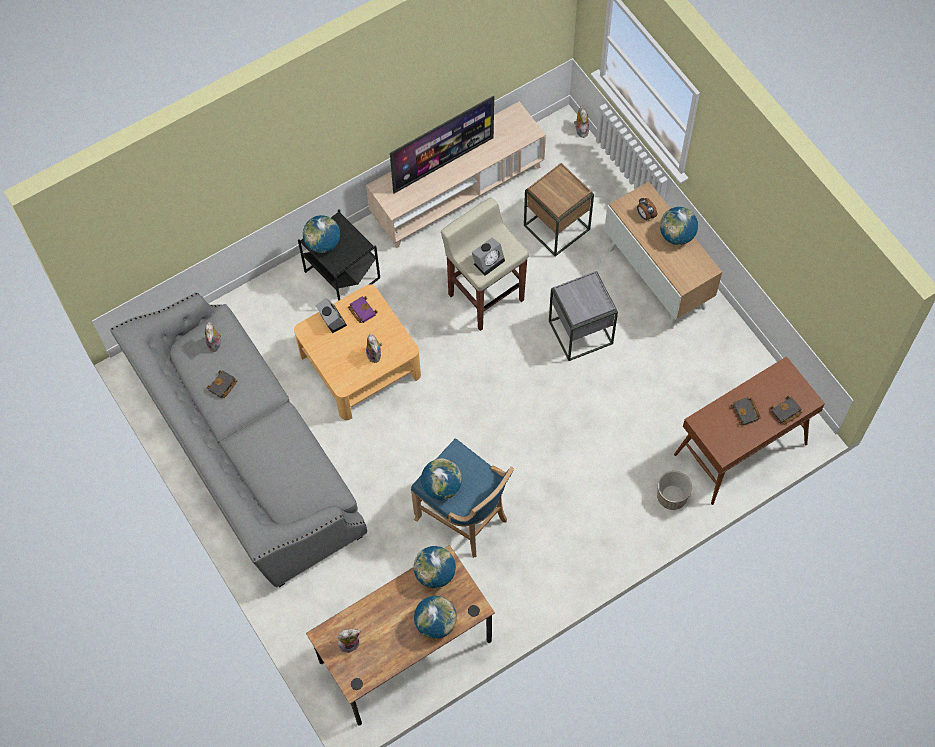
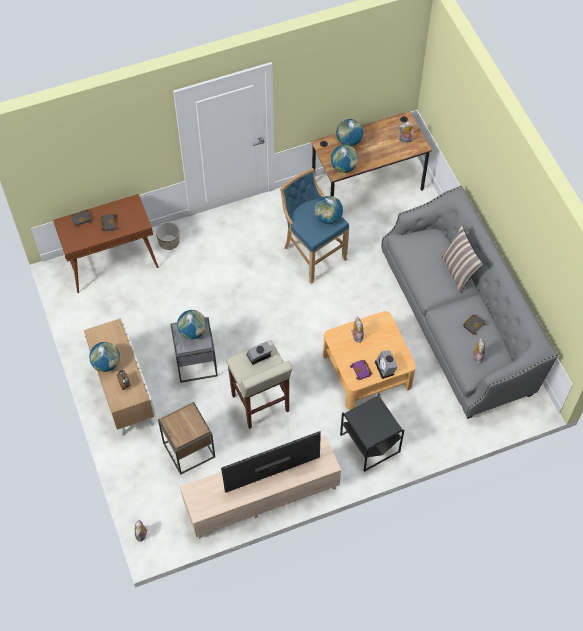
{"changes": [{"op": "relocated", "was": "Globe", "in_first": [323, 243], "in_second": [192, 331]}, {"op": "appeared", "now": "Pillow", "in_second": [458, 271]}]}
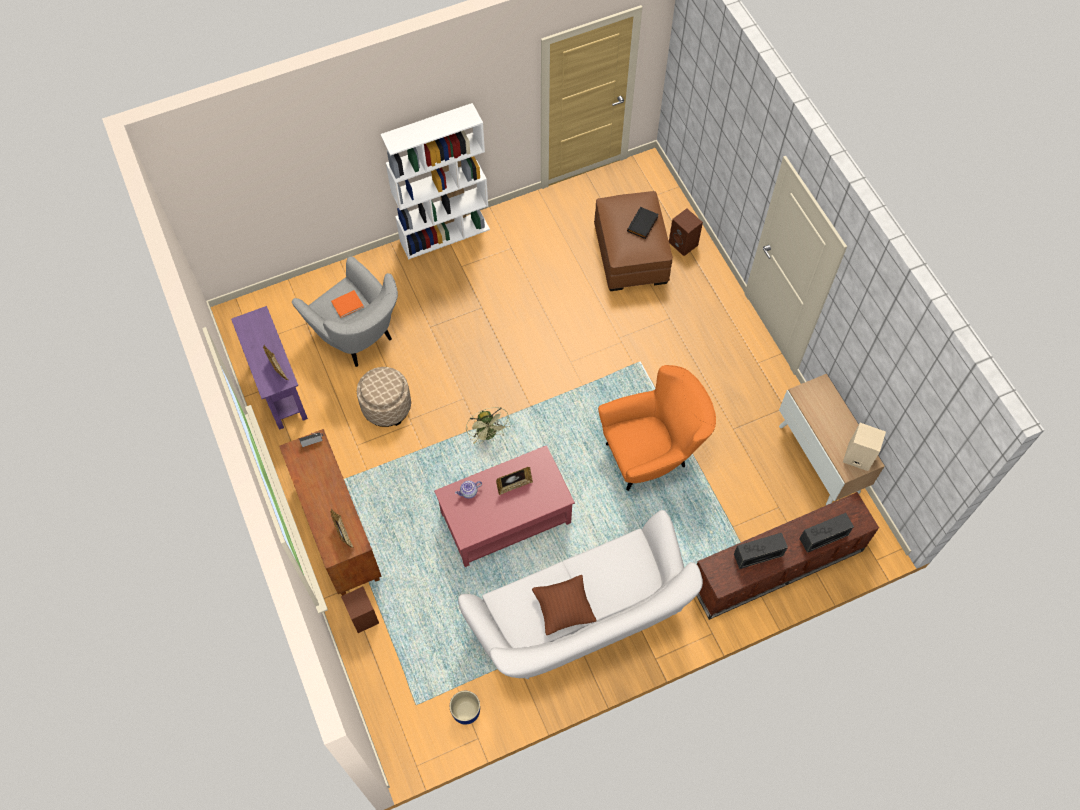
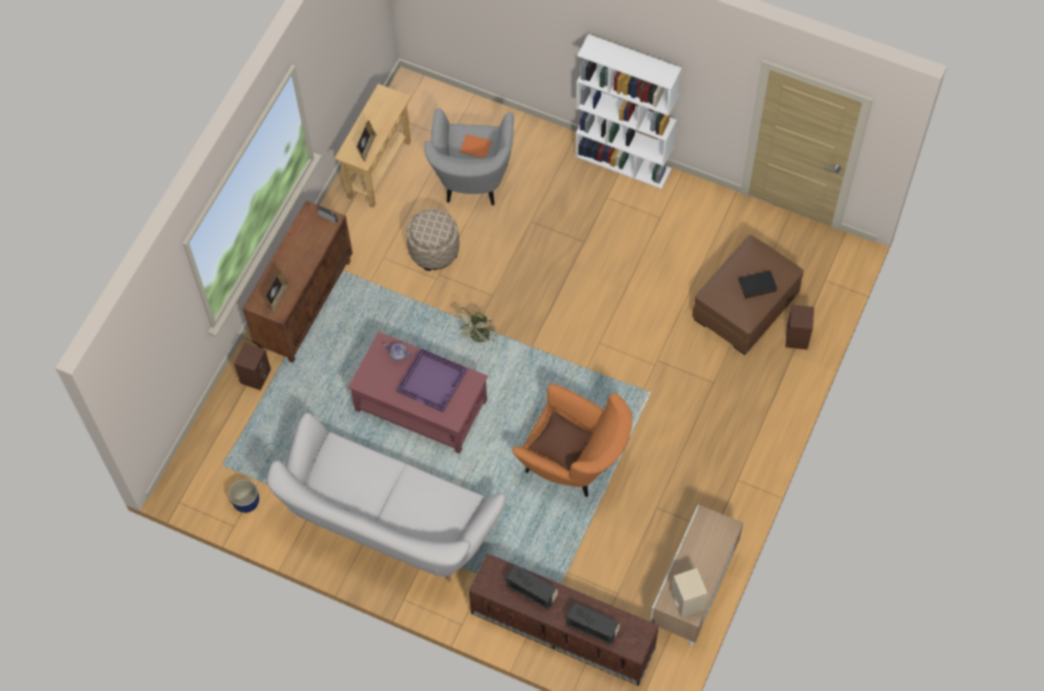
{"changes": [{"op": "colour", "was": "PurpleConsoleTable", "now": "BeigeConsoleTable", "in_first": [279, 389], "in_second": [379, 169]}, {"op": "exchanged", "was": "PictureFrame", "now": "PurpleTray", "in_first": [514, 485], "in_second": [432, 380]}, {"op": "relocated", "was": "BrownPillow", "in_first": [563, 609], "in_second": [562, 447]}]}
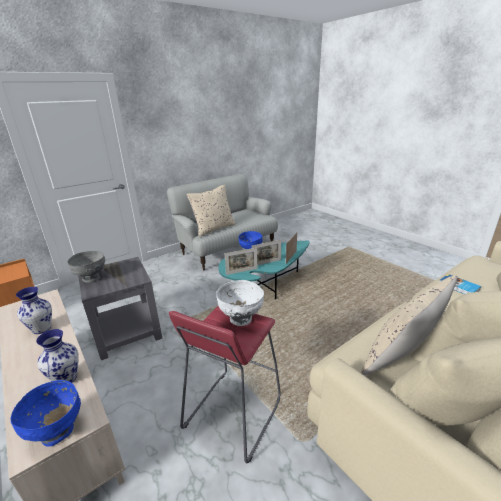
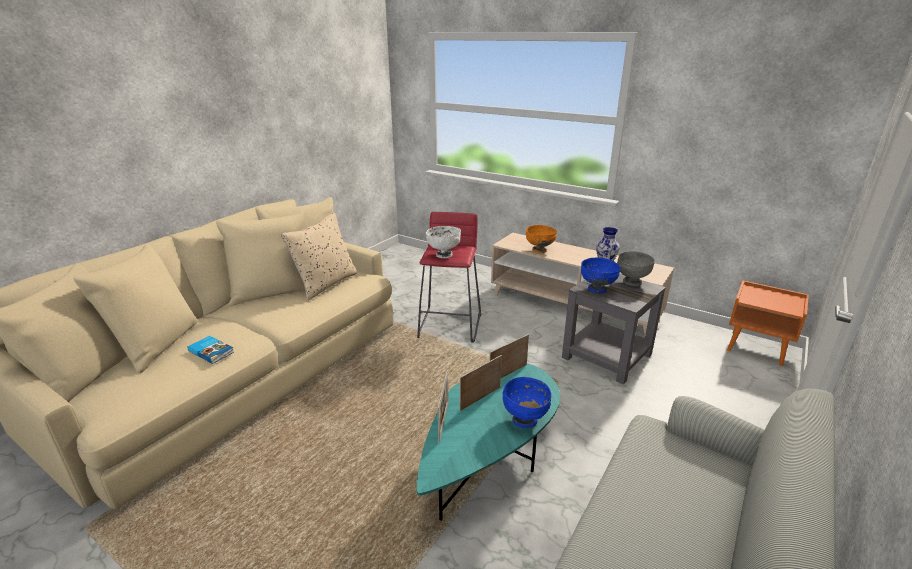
{"changes": [{"op": "relocated", "was": "BlueBowl", "in_first": [58, 432], "in_second": [597, 289]}, {"op": "exchanged", "was": "Vase", "now": "OrangeBowl", "in_first": [67, 378], "in_second": [539, 250]}, {"op": "missing", "was": "BeigePillow", "in_first": [213, 228]}]}
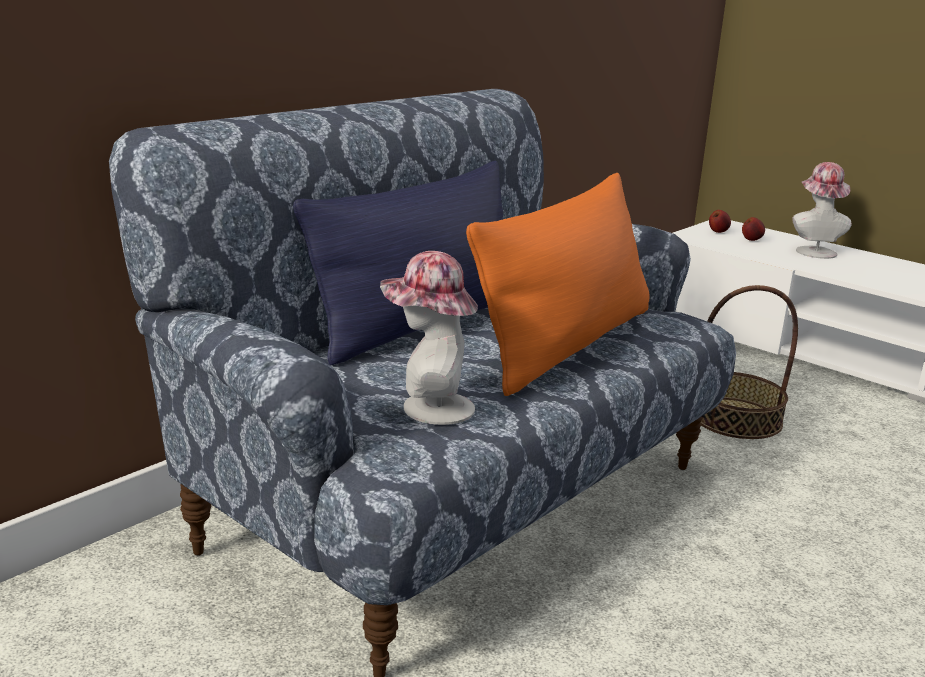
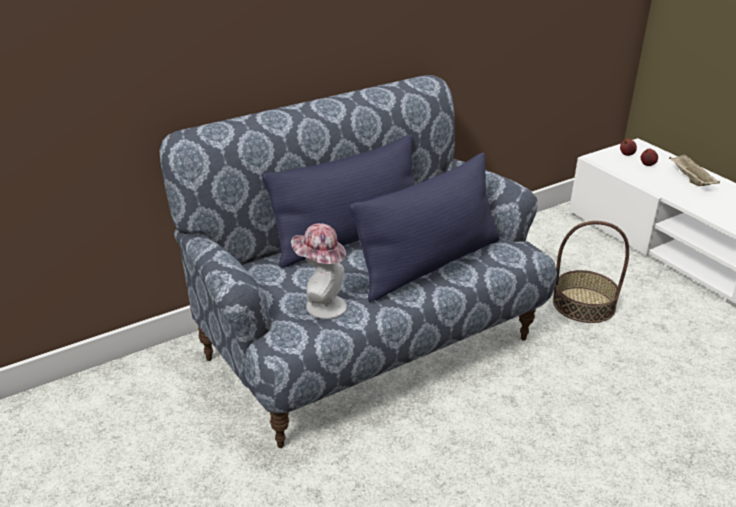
{"changes": [{"op": "colour", "was": "OrangePillow", "now": "BluePillow", "in_first": [565, 344], "in_second": [428, 264]}, {"op": "exchanged", "was": "Hat", "now": "BeigeTray", "in_first": [813, 251], "in_second": [690, 179]}]}
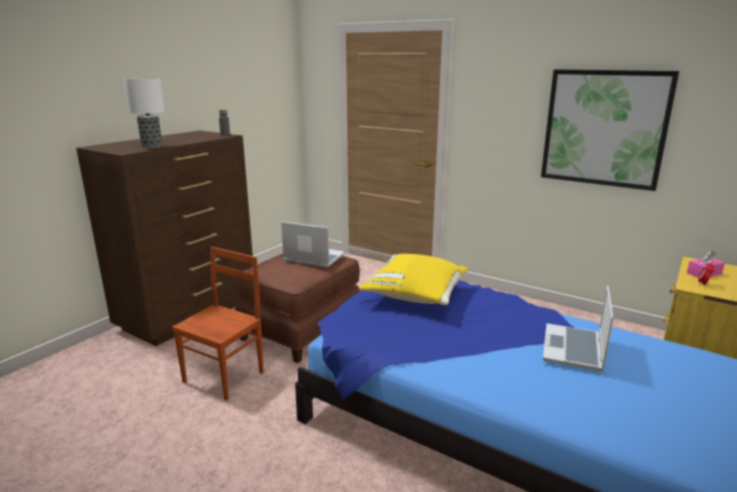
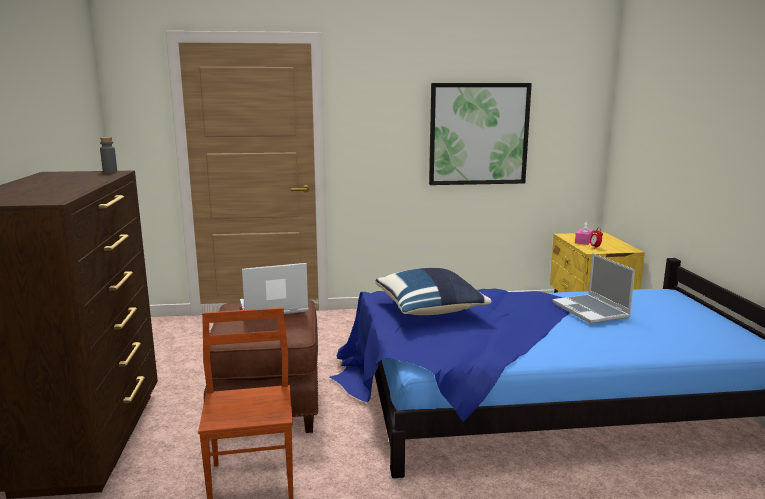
{"changes": [{"op": "missing", "was": "TableLamp", "in_first": [152, 146]}, {"op": "colour", "was": "YellowPillow", "now": "BluePillow", "in_first": [416, 296], "in_second": [430, 310]}]}
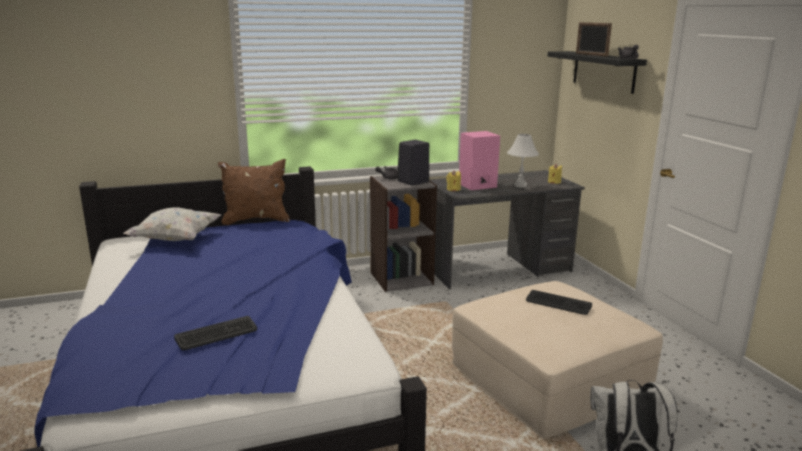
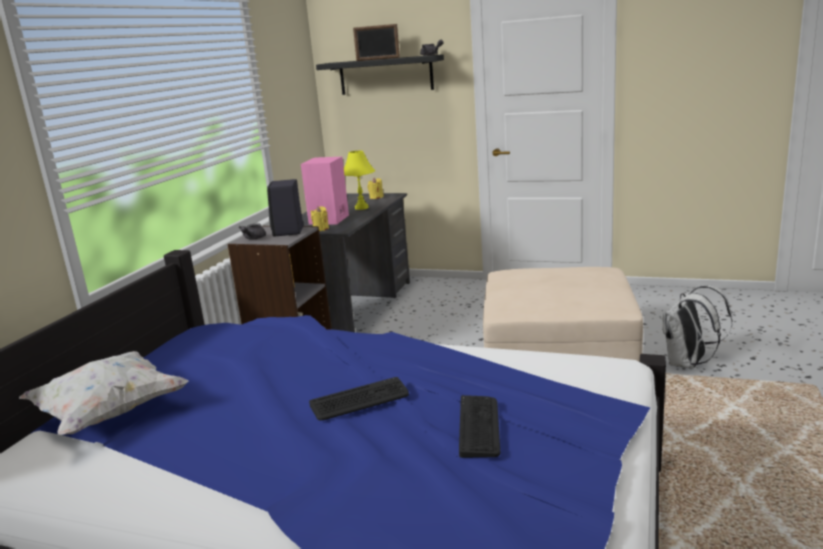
{"changes": [{"op": "missing", "was": "BrownPillow", "in_first": [256, 220]}, {"op": "colour", "was": "WhiteTableLamp", "now": "YellowTableLamp", "in_first": [520, 185], "in_second": [362, 208]}, {"op": "relocated", "was": "Keyboard", "in_first": [558, 303], "in_second": [360, 400]}]}
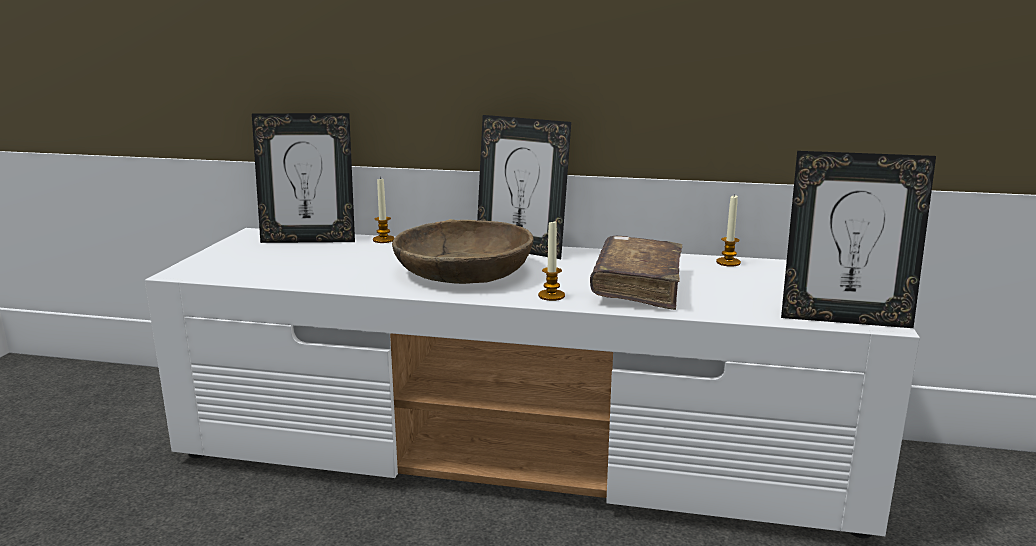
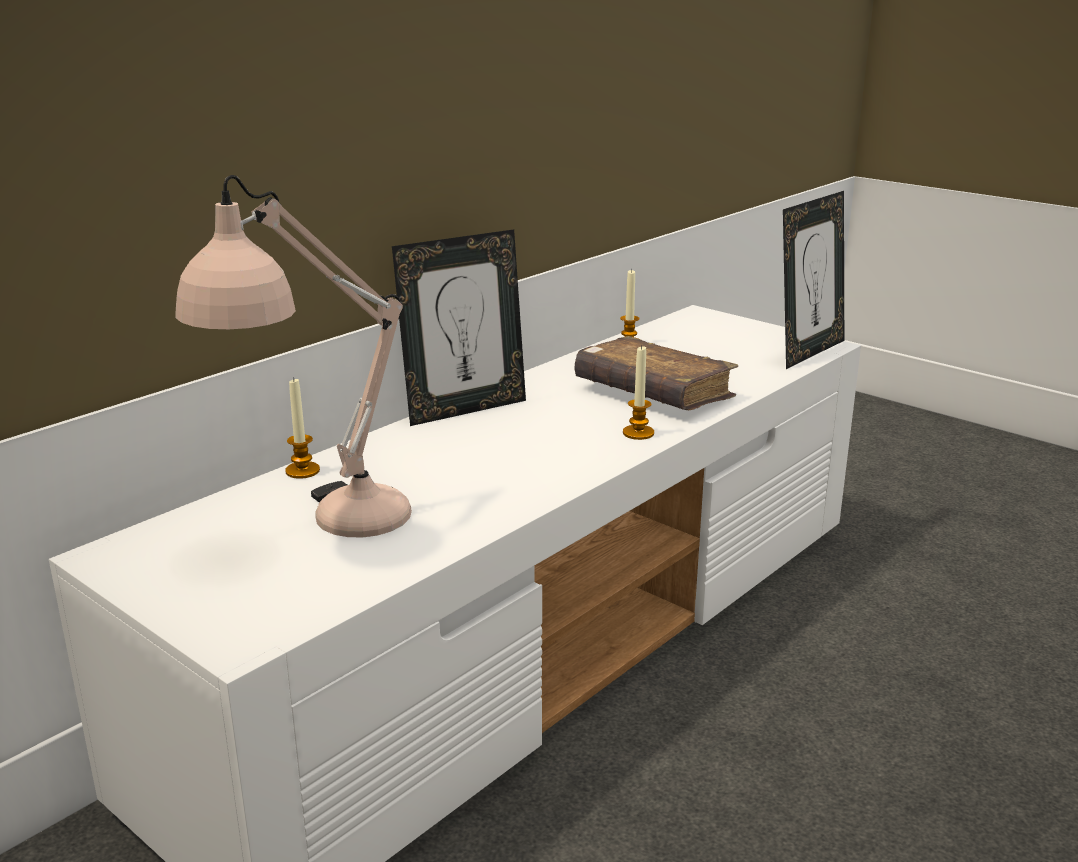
{"changes": [{"op": "missing", "was": "PictureFrame", "in_first": [309, 240]}, {"op": "missing", "was": "BrownBowl", "in_first": [463, 271]}, {"op": "appeared", "now": "BeigeTableLamp", "in_second": [316, 530]}]}
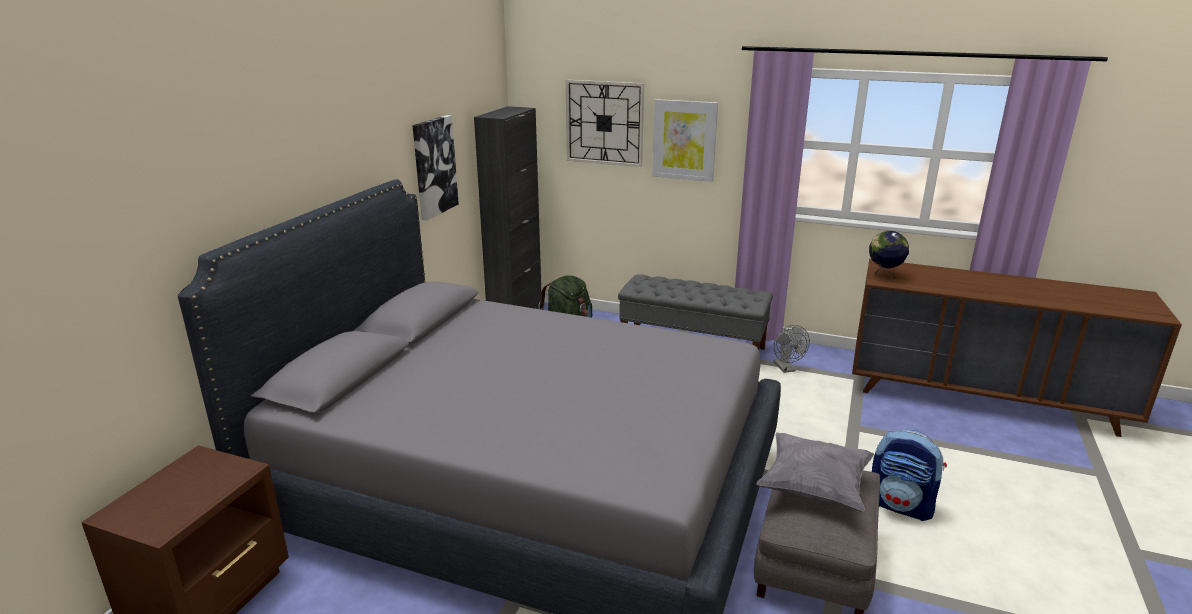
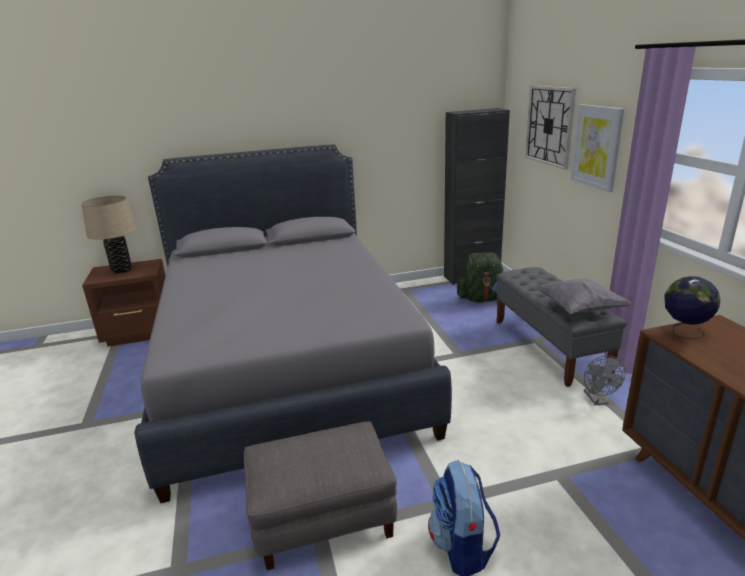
{"changes": [{"op": "missing", "was": "Picture", "in_first": [434, 166]}, {"op": "relocated", "was": "GreyPillow", "in_first": [814, 488], "in_second": [579, 309]}, {"op": "spun", "was": "GreyFan", "in_first": [786, 369], "in_second": [598, 400], "clockwise": -45}, {"op": "appeared", "now": "BeigeTableLamp", "in_second": [122, 270]}]}
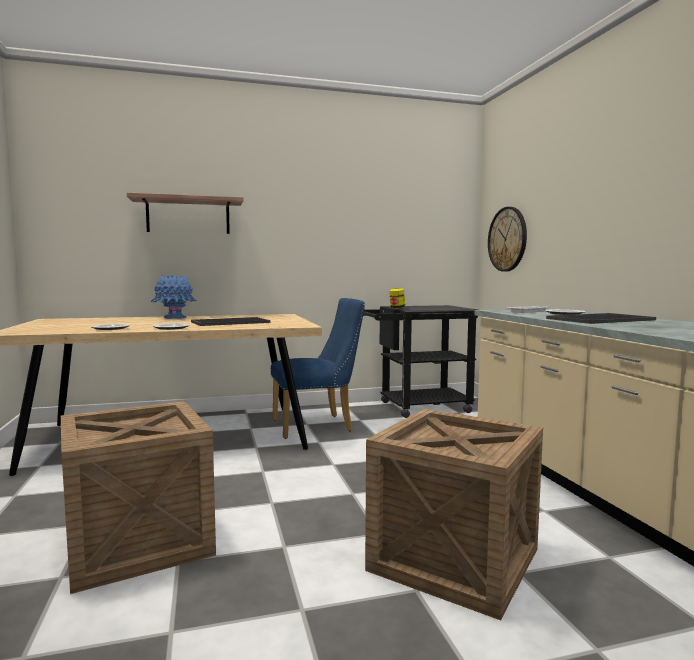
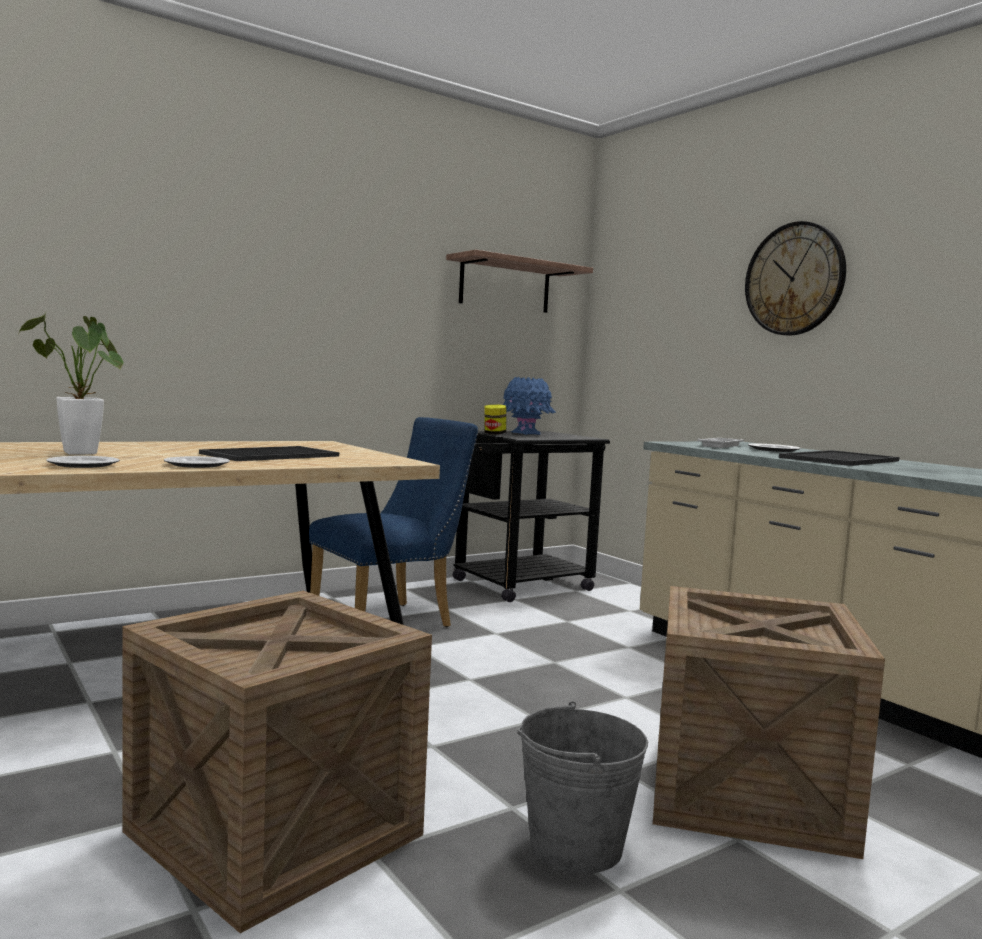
{"changes": [{"op": "relocated", "was": "Shelf", "in_first": [188, 216], "in_second": [505, 285]}, {"op": "relocated", "was": "BlueVase", "in_first": [174, 318], "in_second": [525, 434]}, {"op": "relocated", "was": "WallClock", "in_first": [507, 239], "in_second": [794, 279]}, {"op": "appeared", "now": "PottedPlant", "in_second": [81, 454]}, {"op": "appeared", "now": "GreyBucket", "in_second": [575, 846]}]}
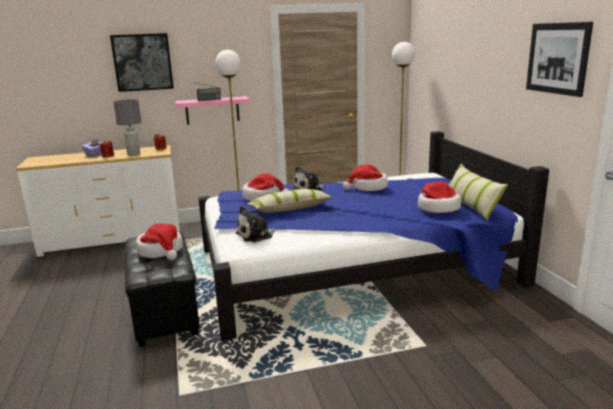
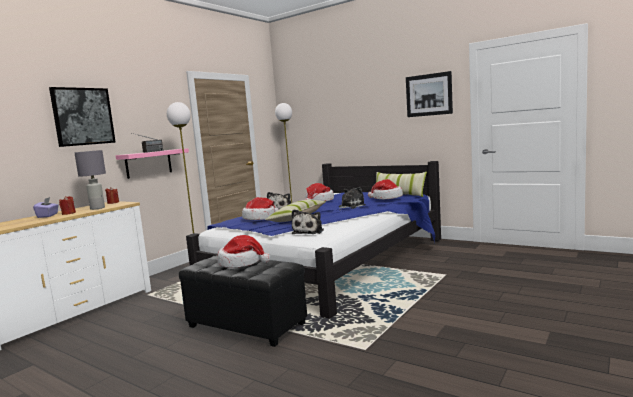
{"changes": [{"op": "appeared", "now": "PlushToy", "in_second": [350, 206]}]}
